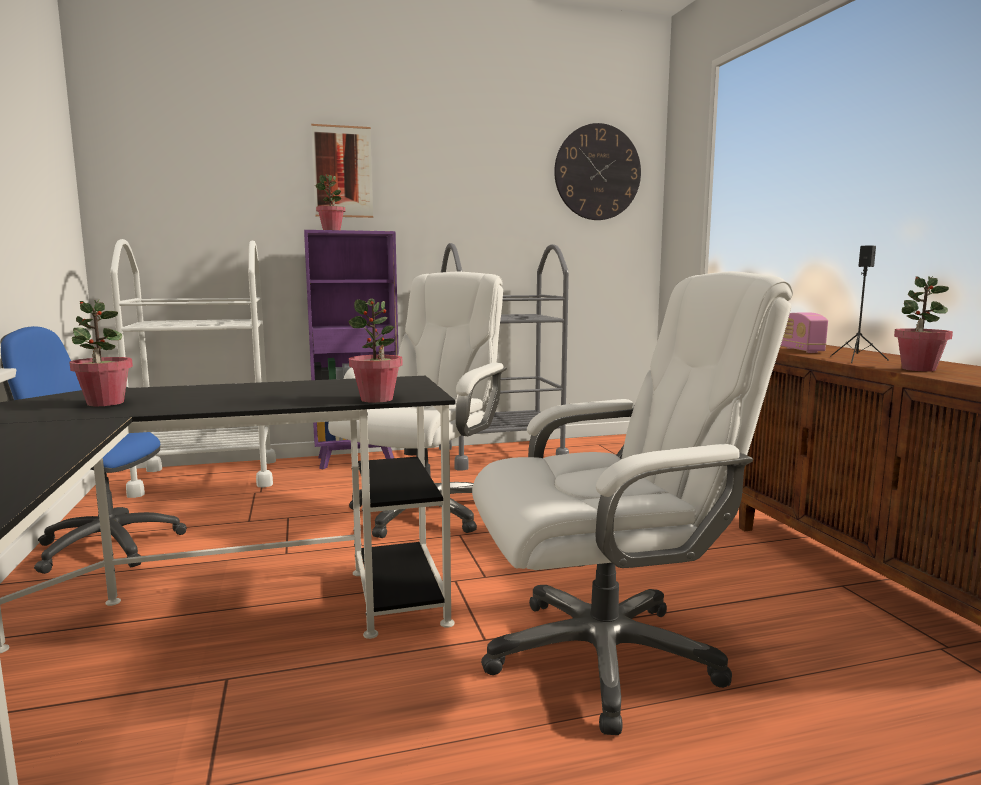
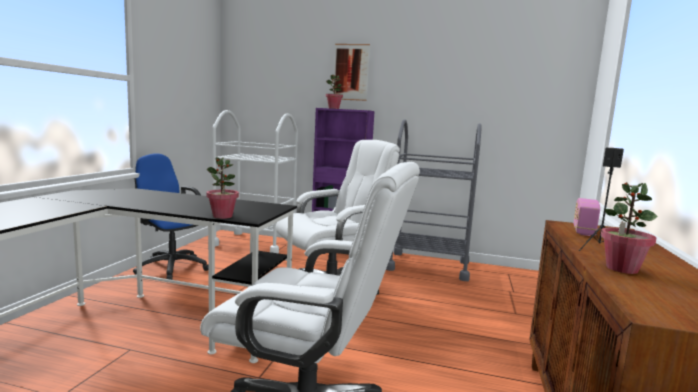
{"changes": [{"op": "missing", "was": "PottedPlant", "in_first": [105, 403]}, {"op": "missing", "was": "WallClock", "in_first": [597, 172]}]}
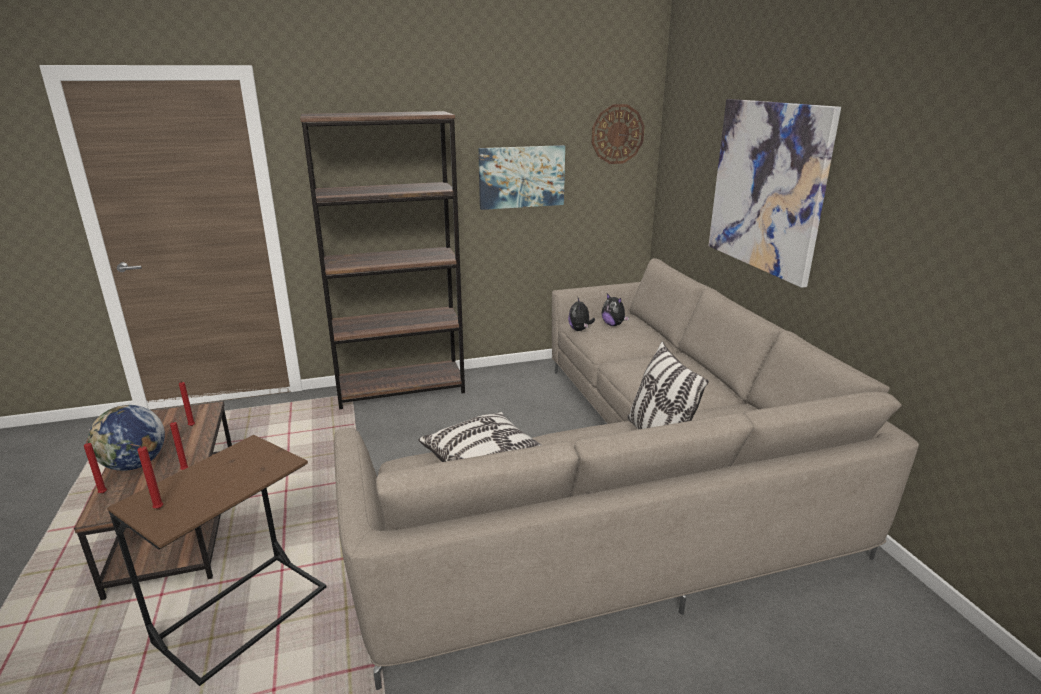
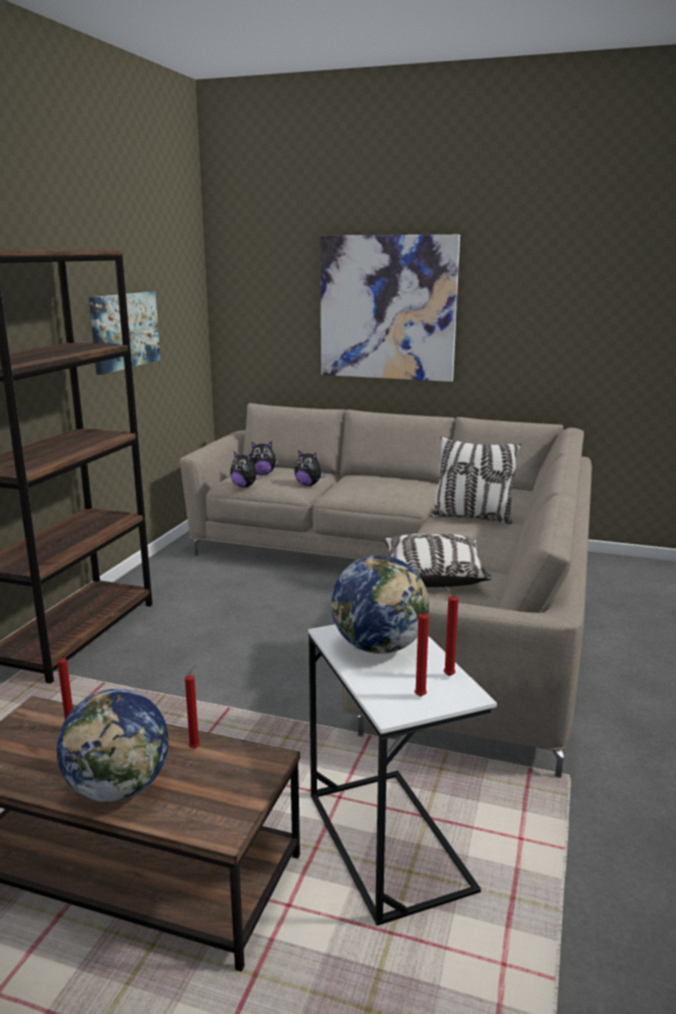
{"changes": [{"op": "relocated", "was": "RedCandle", "in_first": [104, 492], "in_second": [447, 675]}, {"op": "colour", "was": "BrownSideTable", "now": "WhiteSideTable", "in_first": [243, 614], "in_second": [387, 841]}, {"op": "missing", "was": "WallClock", "in_first": [617, 134]}, {"op": "appeared", "now": "PlushToy", "in_second": [309, 485]}, {"op": "appeared", "now": "Globe", "in_second": [379, 647]}]}
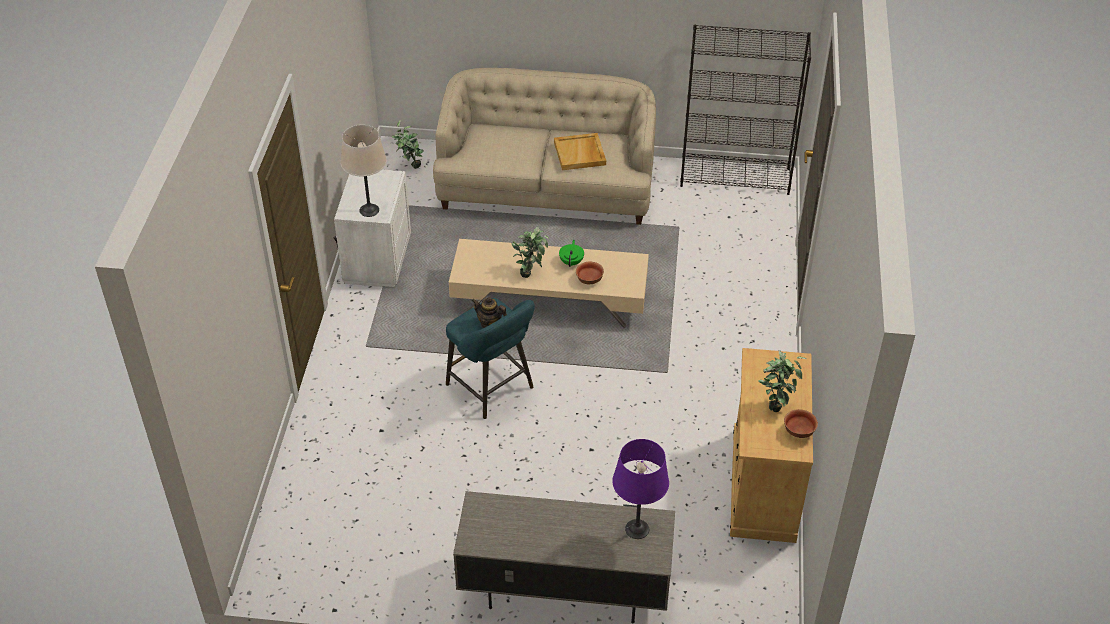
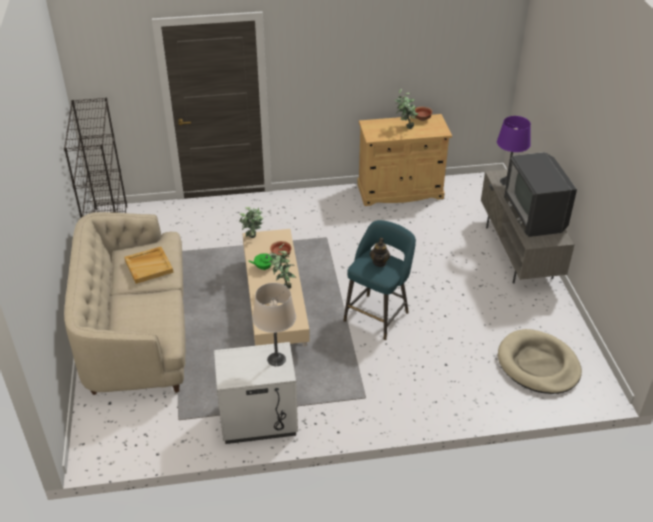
{"changes": [{"op": "relocated", "was": "PottedPlant", "in_first": [410, 166], "in_second": [253, 239]}, {"op": "appeared", "now": "BeigeDogBed", "in_second": [538, 365]}, {"op": "appeared", "now": "Television", "in_second": [535, 215]}]}
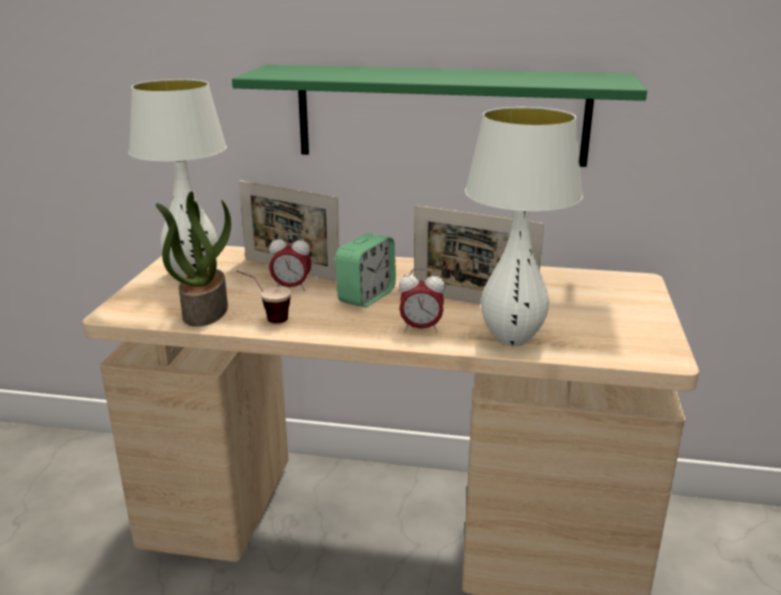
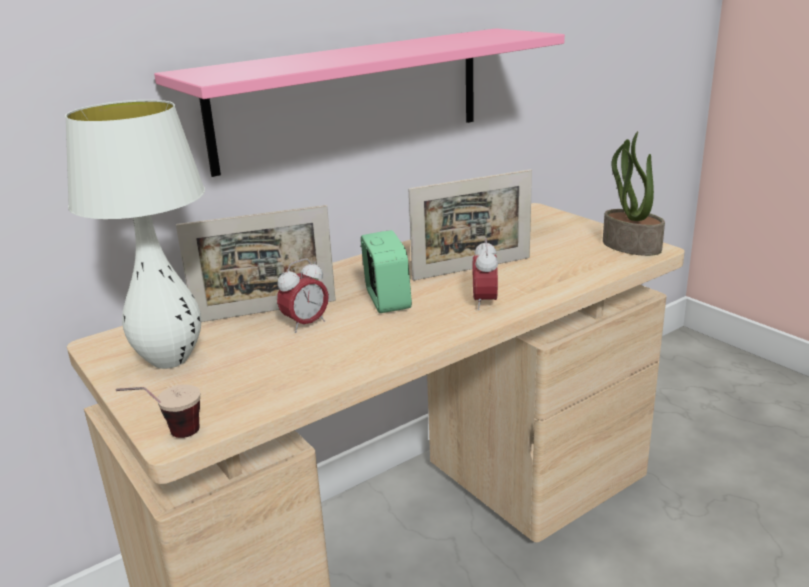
{"changes": [{"op": "relocated", "was": "PottedPlant", "in_first": [204, 311], "in_second": [630, 246]}, {"op": "colour", "was": "GreenShelf", "now": "PinkShelf", "in_first": [441, 115], "in_second": [351, 97]}, {"op": "relocated", "was": "Cup", "in_first": [266, 318], "in_second": [168, 437]}, {"op": "spun", "was": "AlarmClock", "in_first": [421, 329], "in_second": [485, 302], "clockwise": 135}, {"op": "missing", "was": "WhiteTableLamp", "in_first": [511, 339]}]}
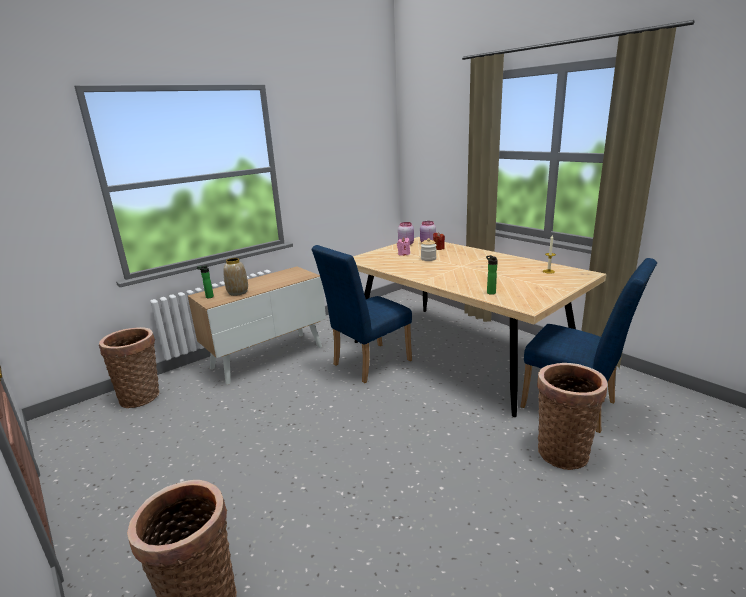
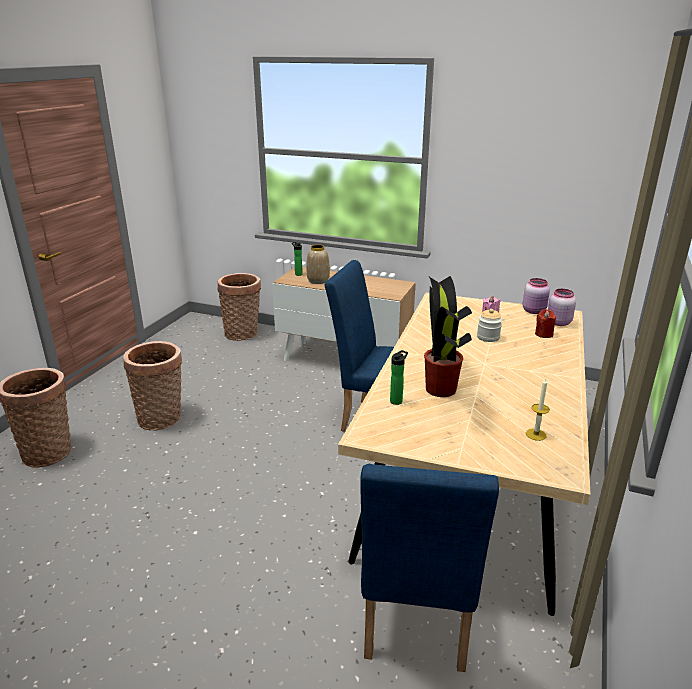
{"changes": [{"op": "relocated", "was": "Basket", "in_first": [563, 450], "in_second": [162, 418]}, {"op": "appeared", "now": "PottedPlant", "in_second": [440, 388]}]}
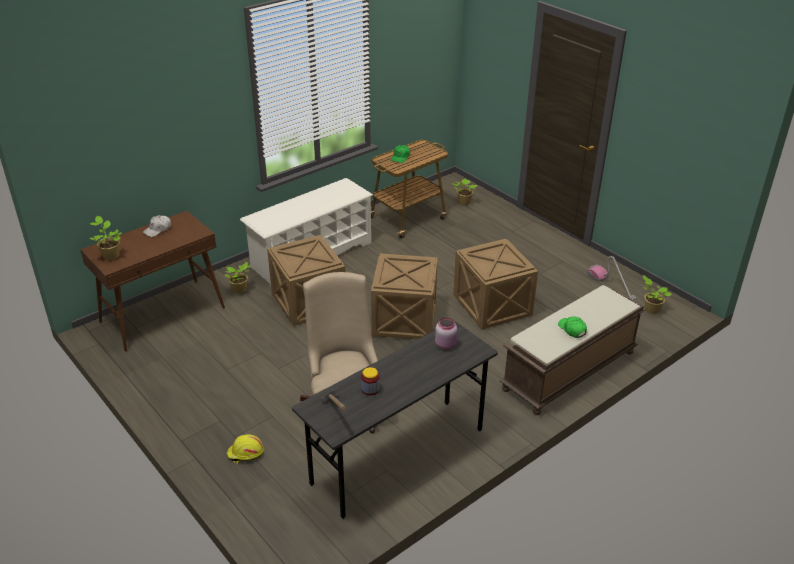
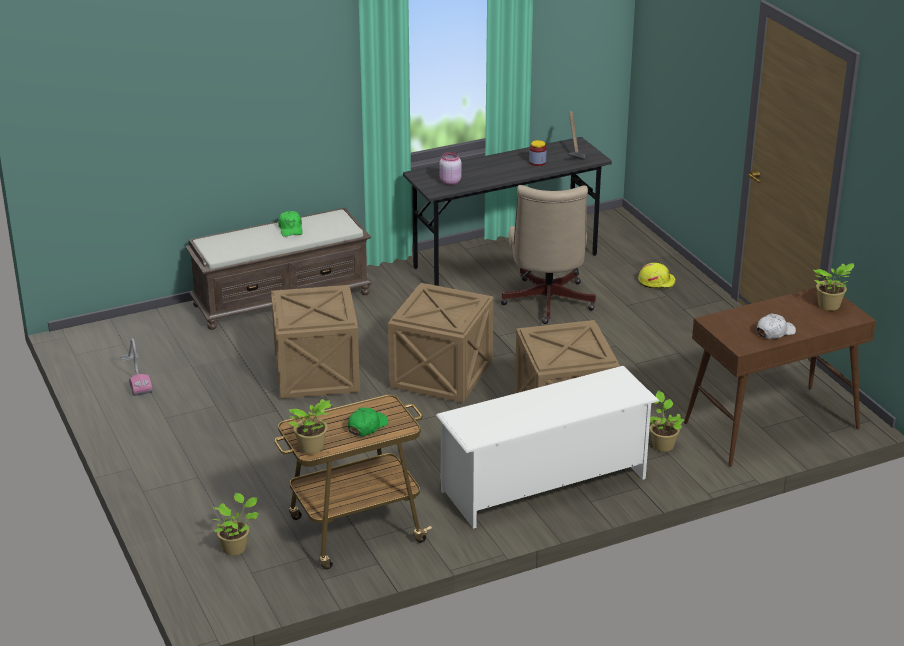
{"changes": [{"op": "relocated", "was": "PottedPlant", "in_first": [650, 309], "in_second": [312, 448]}]}
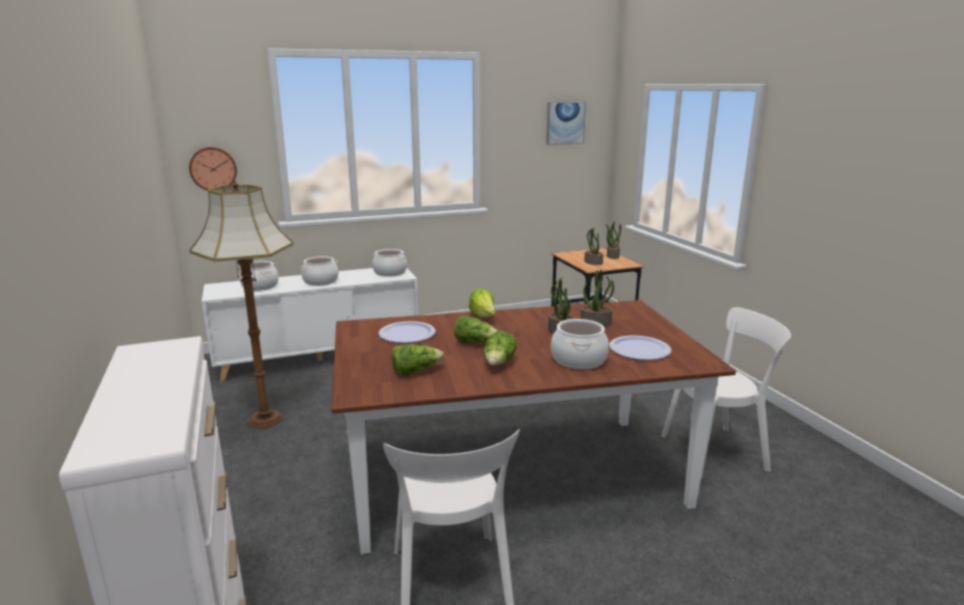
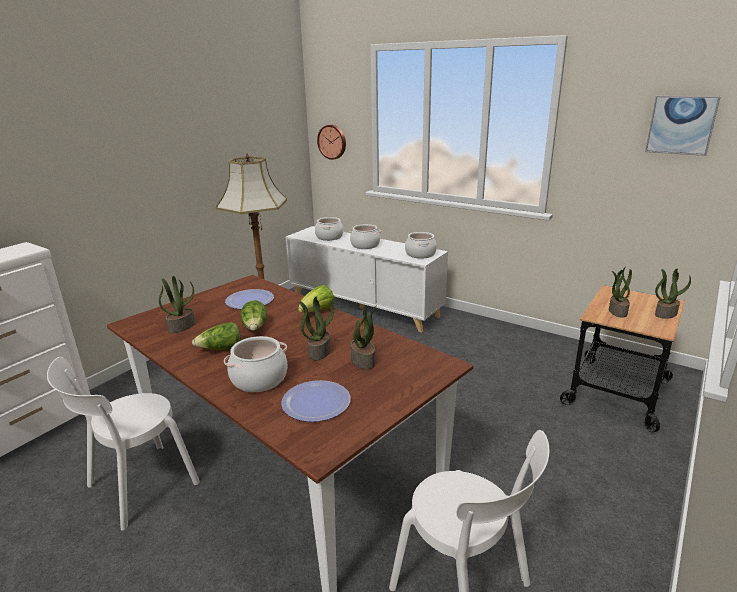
{"changes": [{"op": "exchanged", "was": "Lettuce", "now": "PottedPlant", "in_first": [415, 371], "in_second": [182, 326]}]}
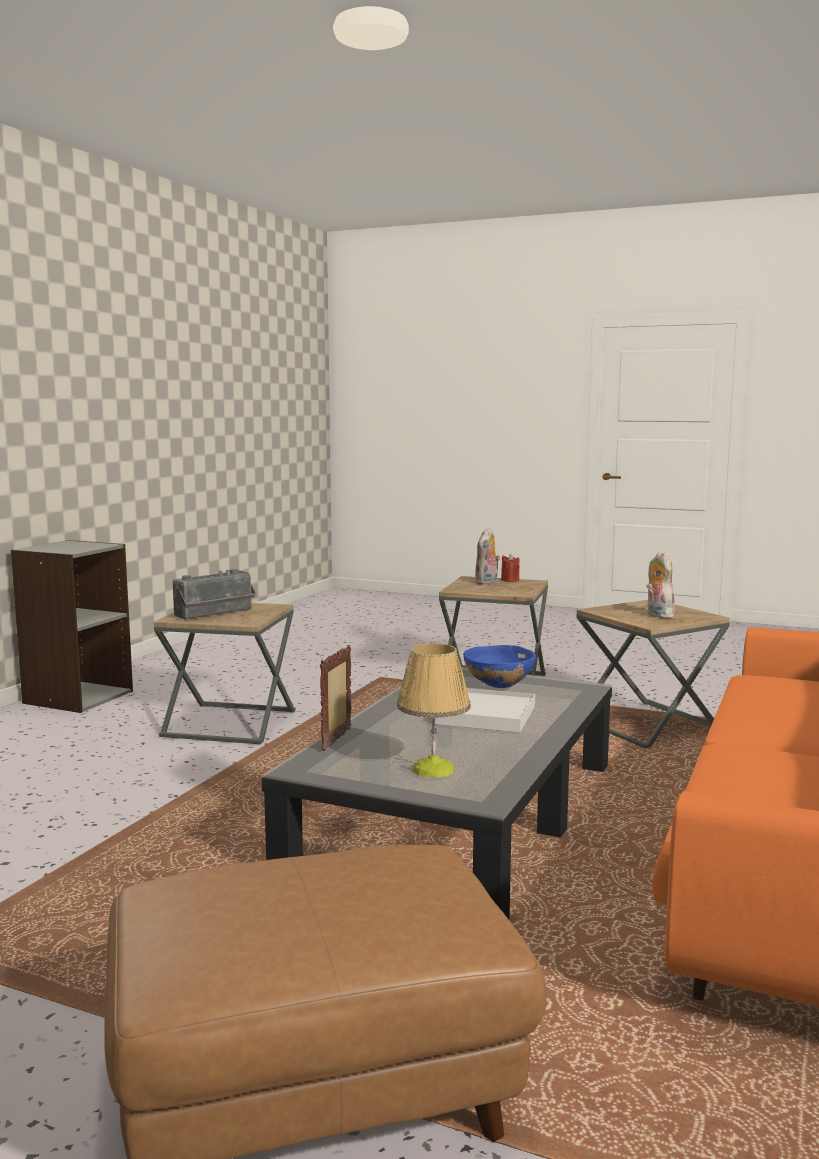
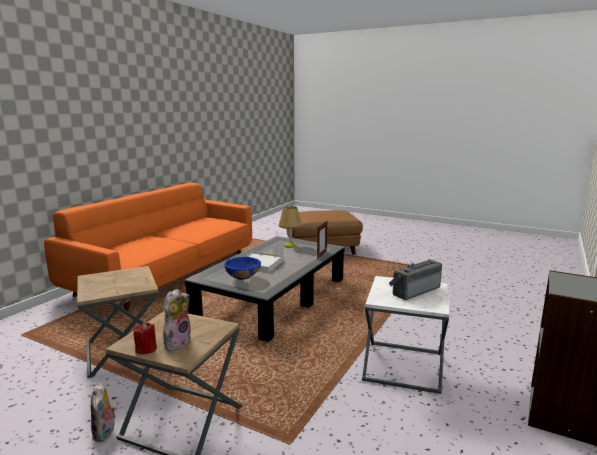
{"changes": [{"op": "colour", "was": "BrownSideTable", "now": "WhiteSideTable", "in_first": [229, 724], "in_second": [403, 366]}, {"op": "relocated", "was": "PlushToy", "in_first": [657, 615], "in_second": [105, 433]}]}
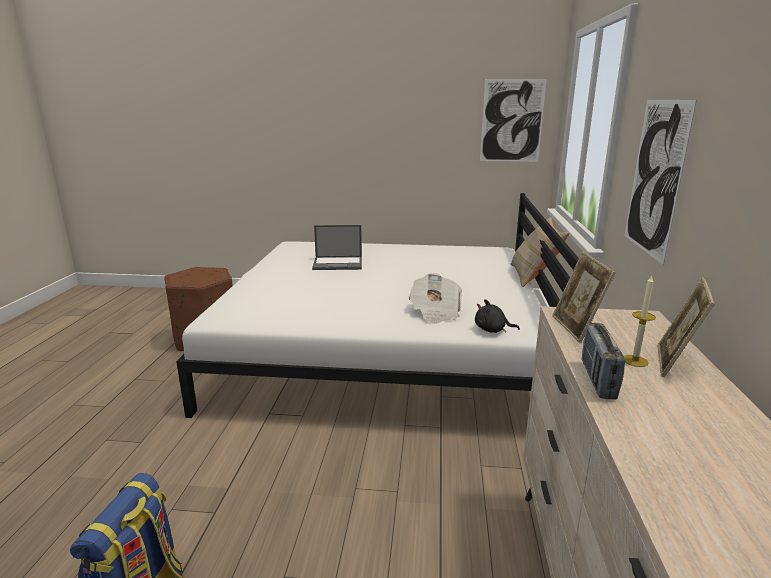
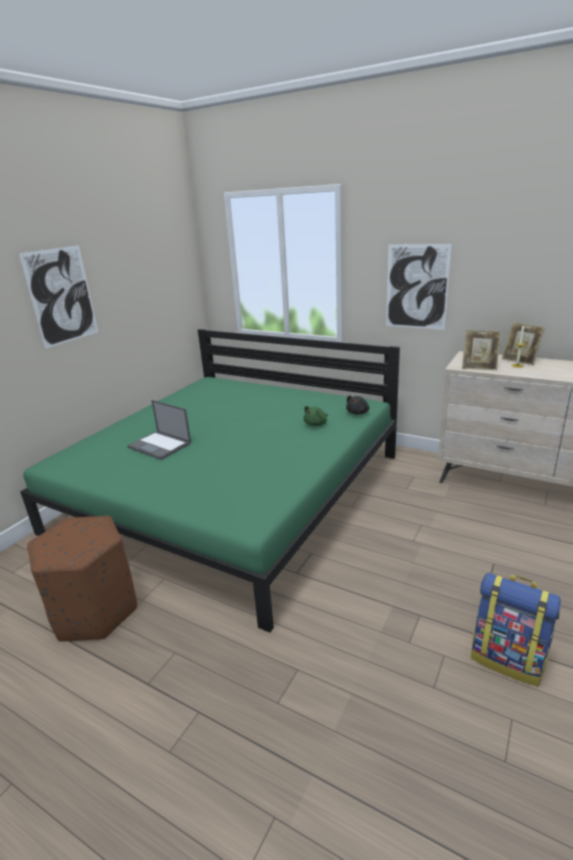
{"changes": [{"op": "colour", "was": "WhiteBed", "now": "GreenBed", "in_first": [386, 348], "in_second": [232, 492]}, {"op": "spun", "was": "Laptop", "in_first": [338, 263], "in_second": [160, 445], "clockwise": 105}, {"op": "exchanged", "was": "Newspaper", "now": "GreenPlushToy", "in_first": [435, 312], "in_second": [316, 424]}, {"op": "relocated", "was": "Picture", "in_first": [512, 121], "in_second": [61, 296]}, {"op": "missing", "was": "BeigePillow", "in_first": [533, 276]}, {"op": "missing", "was": "Radio", "in_first": [597, 379]}]}
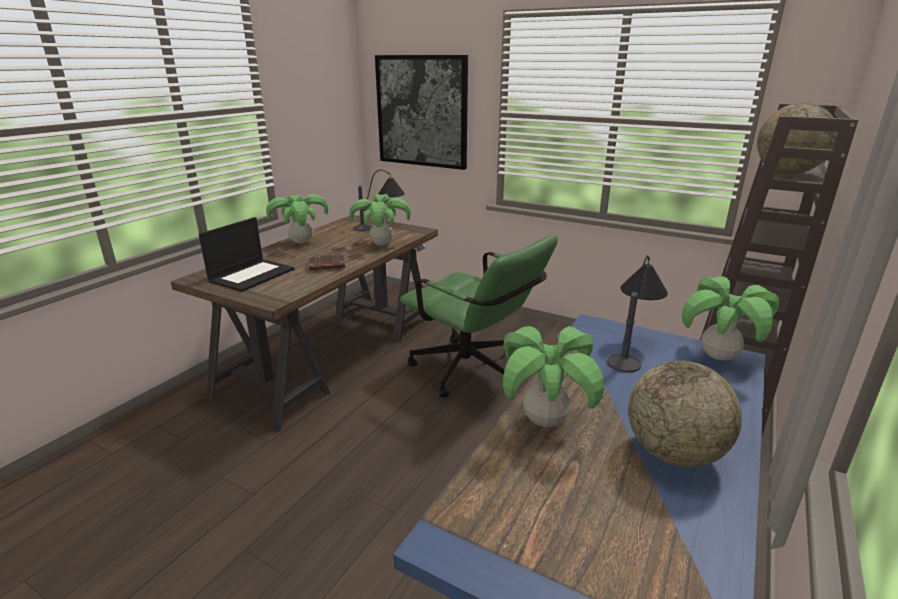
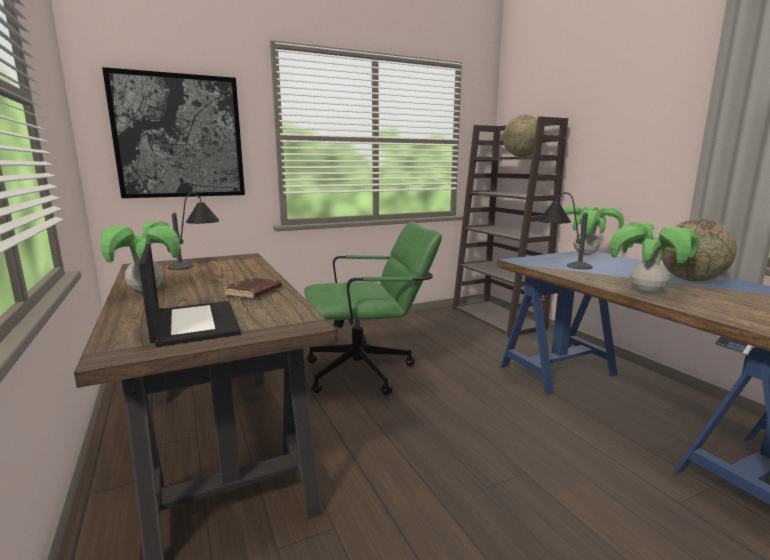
{"changes": [{"op": "missing", "was": "PottedPlant", "in_first": [381, 244]}]}
